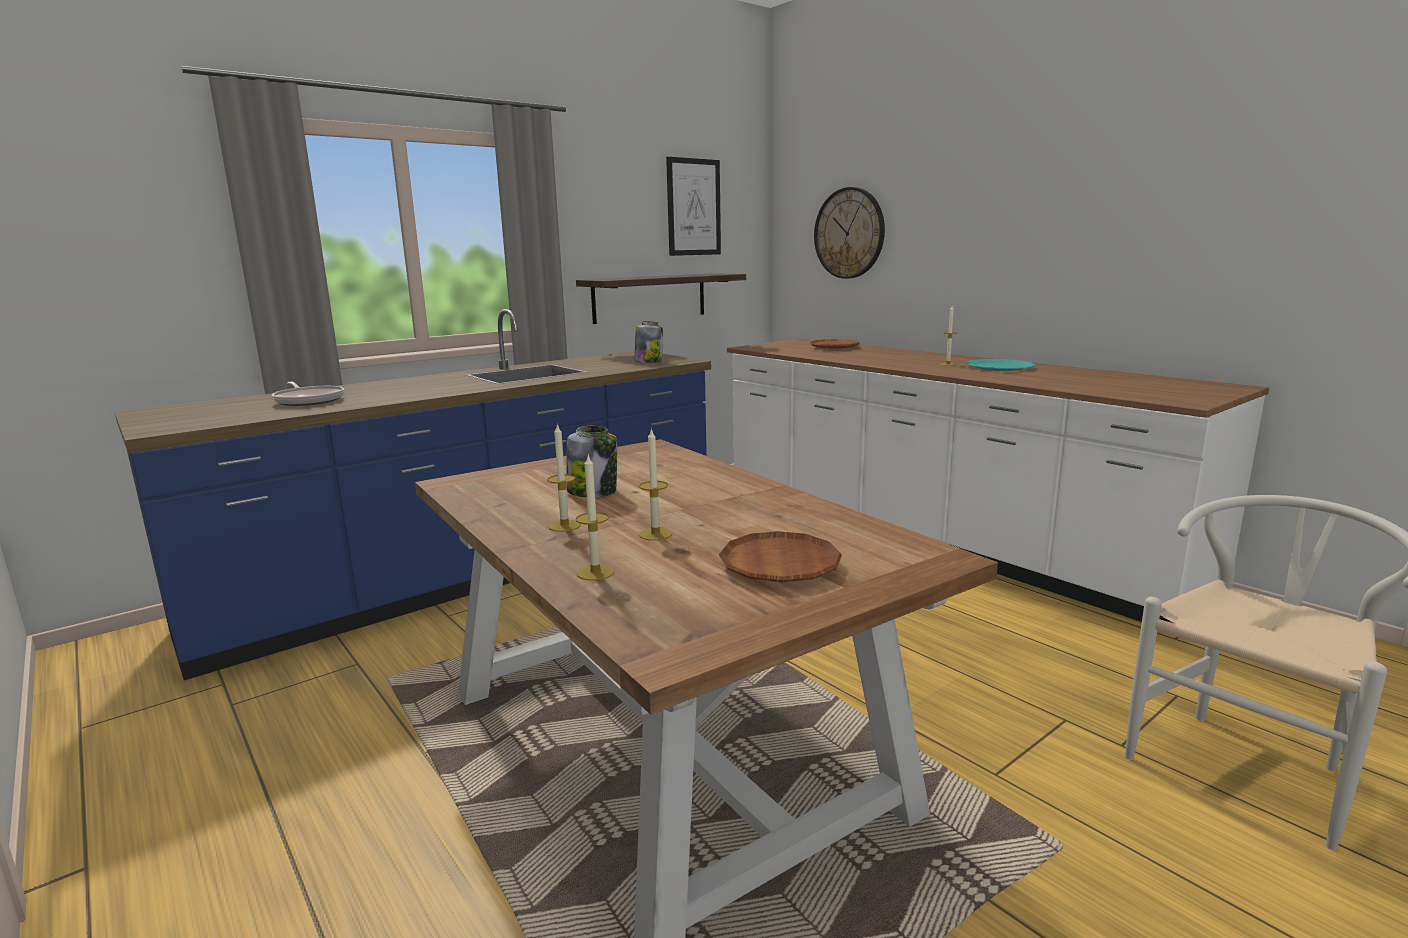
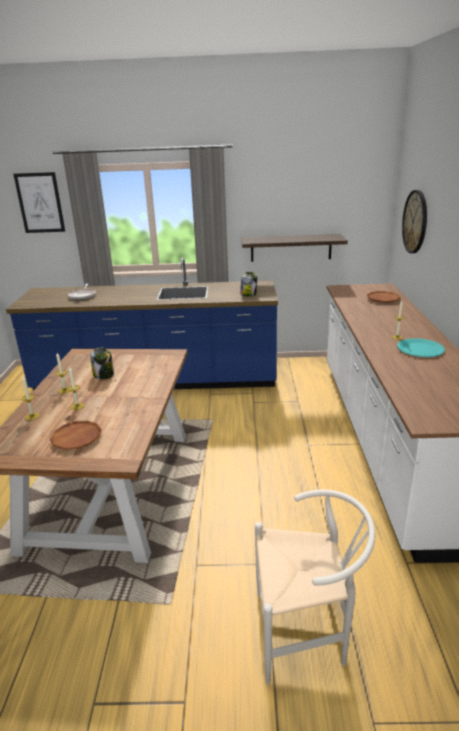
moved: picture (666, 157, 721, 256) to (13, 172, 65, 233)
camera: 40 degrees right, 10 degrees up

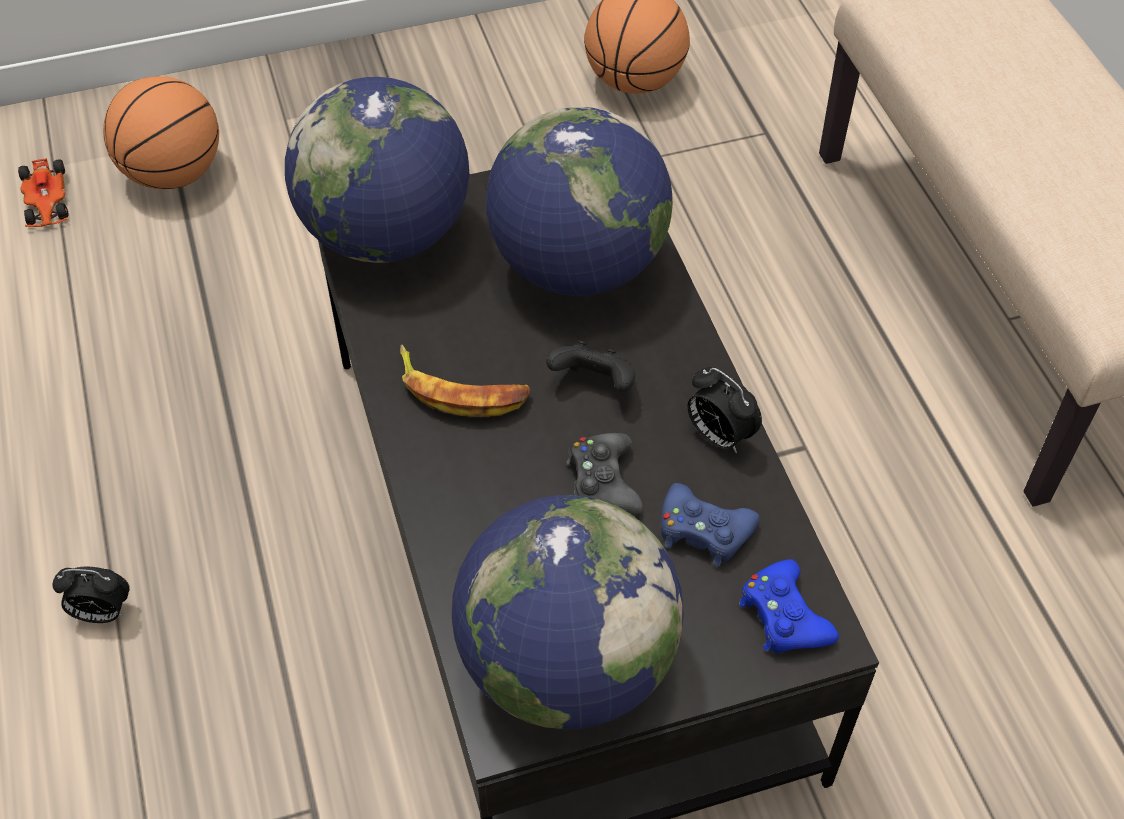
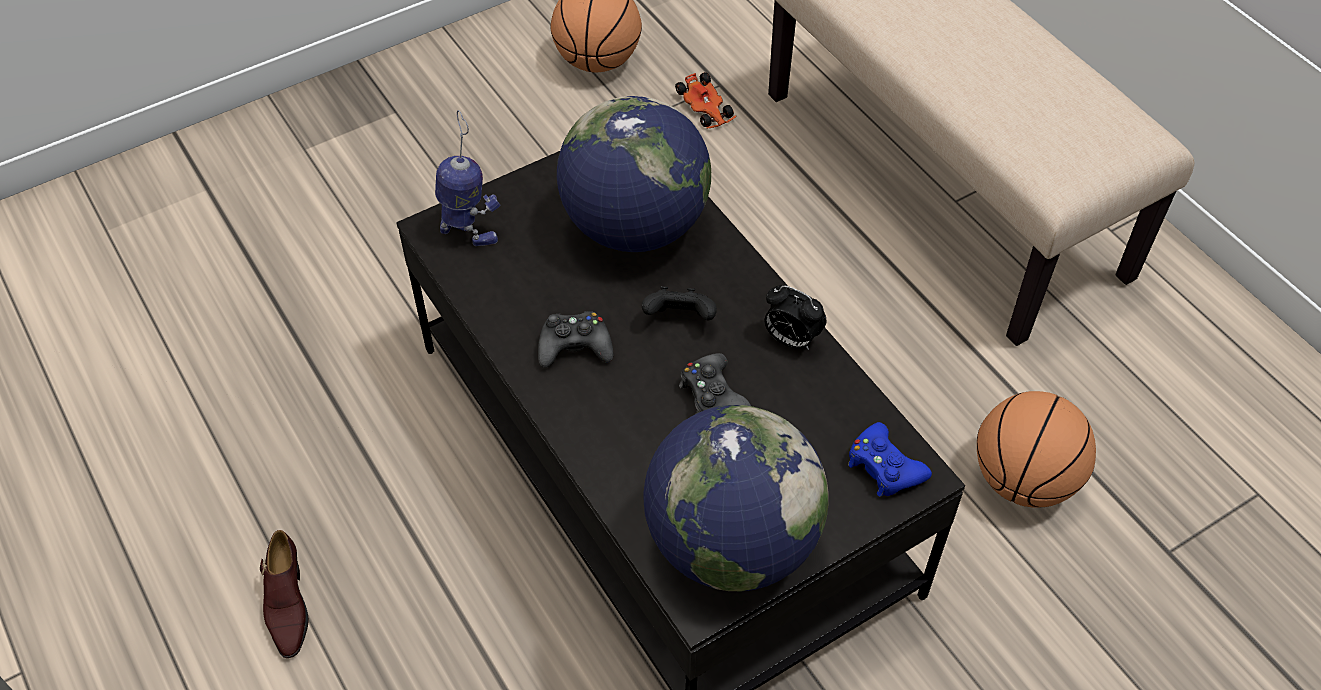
removed: blue game controller (661, 483, 760, 567)
moved: toy car (18, 158, 69, 227) to (675, 72, 737, 129); basketball (103, 76, 219, 189) to (977, 391, 1096, 508)
replaced: alarm clock (52, 566, 130, 623) to brown shoe (260, 530, 308, 658); globe (285, 77, 469, 263) to toy robot (435, 110, 500, 246); banana (400, 345, 531, 417) to black game controller (538, 311, 613, 368)
camera: 15 degrees left, 0 degrees up

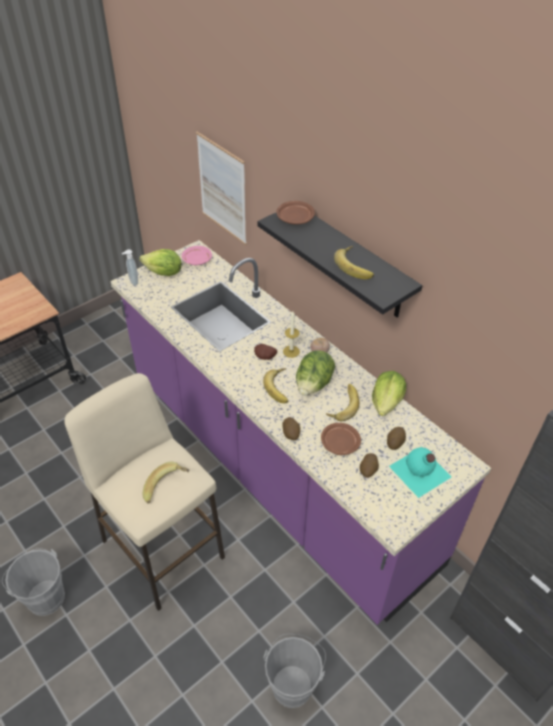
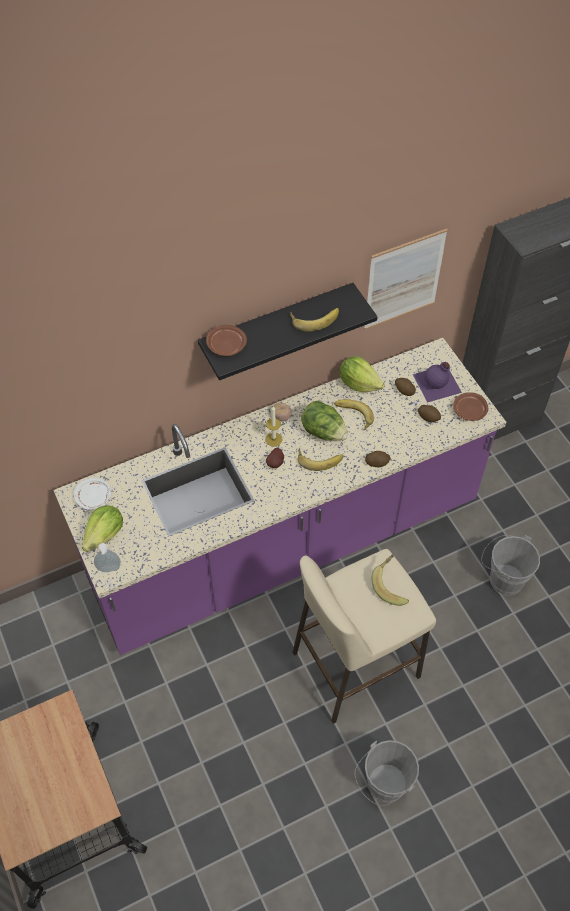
moved: picture (196, 132, 247, 245) to (364, 229, 448, 330); brown plate (321, 423, 361, 455) to (453, 392, 488, 421)
recoloured: pink plate (182, 246, 212, 265) to white plate (74, 478, 111, 510); turquoise bottle (389, 447, 452, 498) to purple bottle (413, 362, 462, 403)
camera: 75 degrees left, 10 degrees up

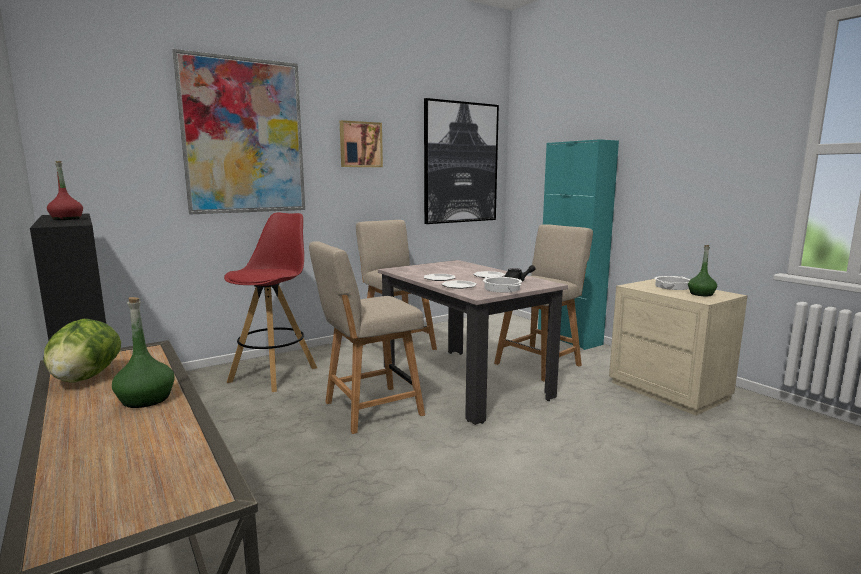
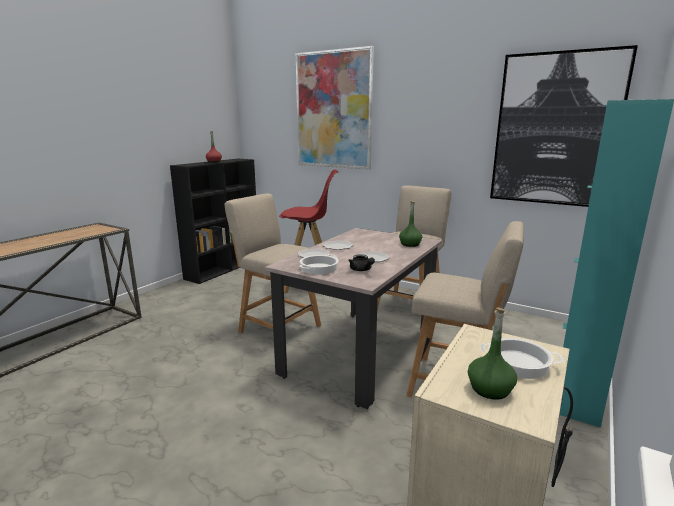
removed: lettuce (44, 319, 121, 382); picture (340, 120, 383, 167)
moved: green bottle (112, 297, 175, 408) to (399, 201, 422, 247)
camera: 65 degrees right, 5 degrees up

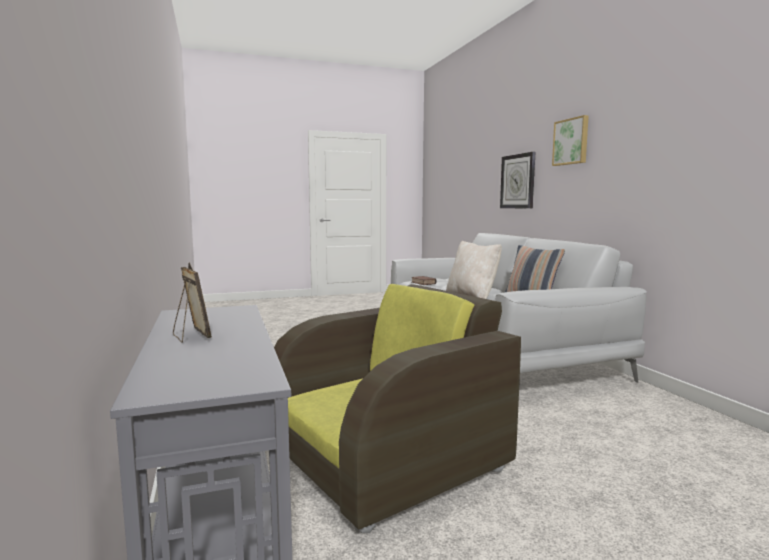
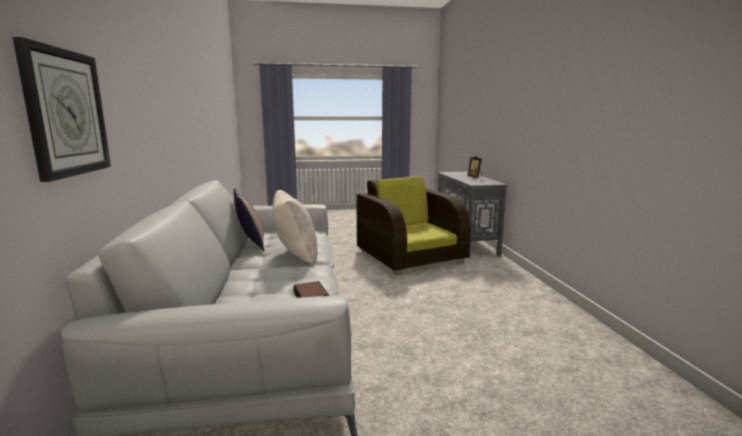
removed: picture (552, 115, 589, 166)
turned: brown armchair (274, 284, 521, 533) = (357, 177, 471, 274) 90 degrees clockwise
camera: 170 degrees left, 5 degrees up

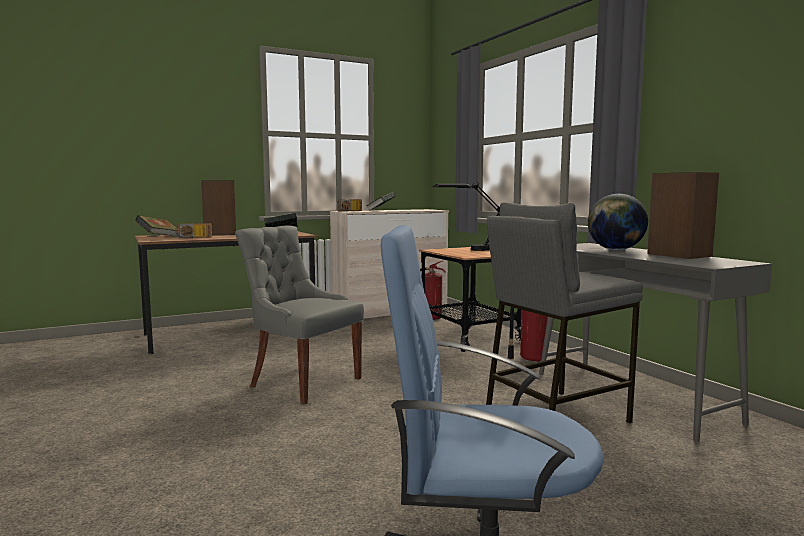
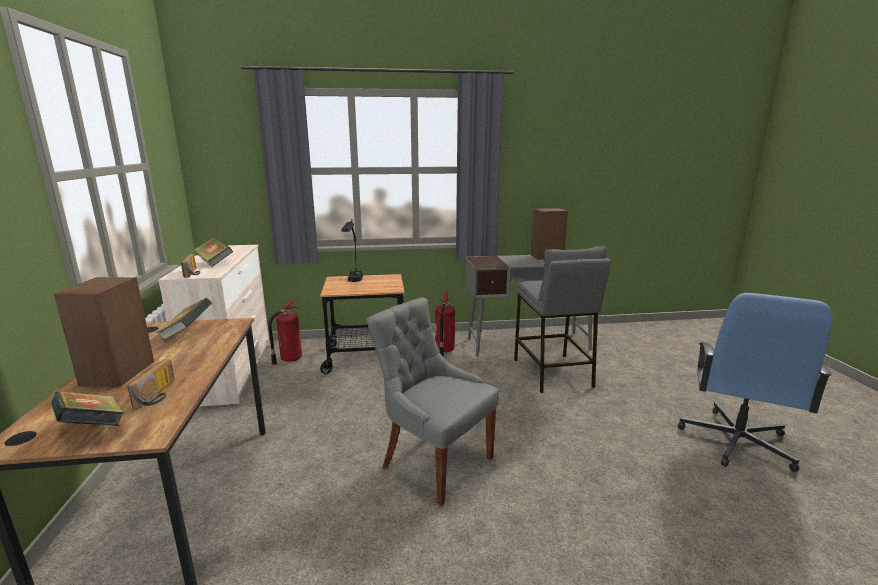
removed: globe (588, 194, 648, 250)
turned: grey chair (235, 225, 364, 404) = (366, 297, 499, 506) 75 degrees clockwise
camera: 70 degrees left, 10 degrees up

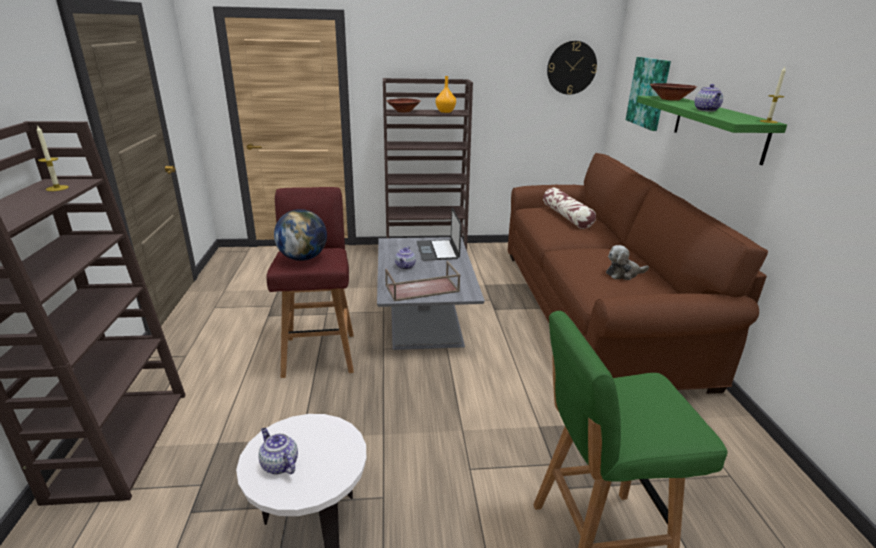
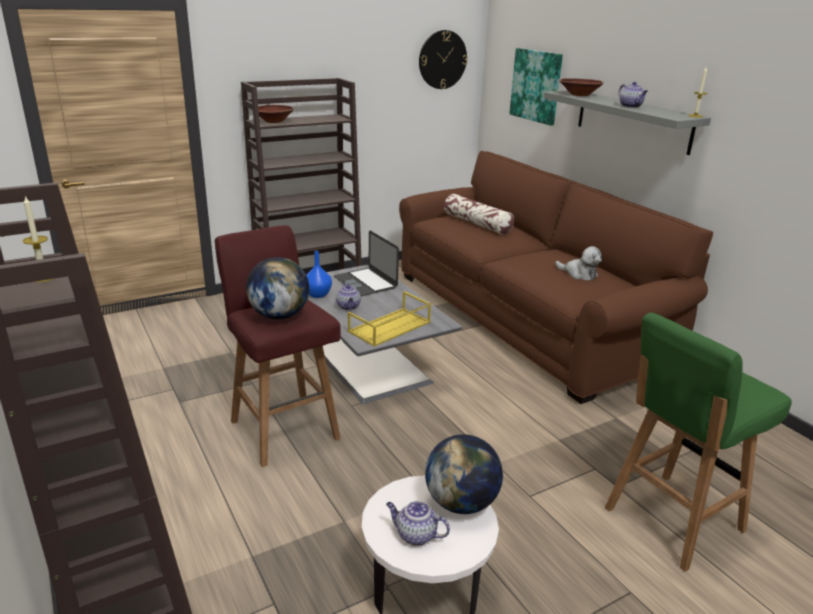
removed: orange vase (436, 76, 456, 113)
added: blue vase (306, 251, 332, 298); globe (425, 434, 503, 514)
recoloured: brown tray (385, 261, 460, 302) to yellow tray (348, 291, 431, 347); green shelf (637, 96, 787, 165) to grey shelf (544, 91, 711, 155)
turned: plush toy (606, 245, 649, 280) = (555, 246, 602, 280) 105 degrees counterclockwise
camera: 25 degrees left, 0 degrees up

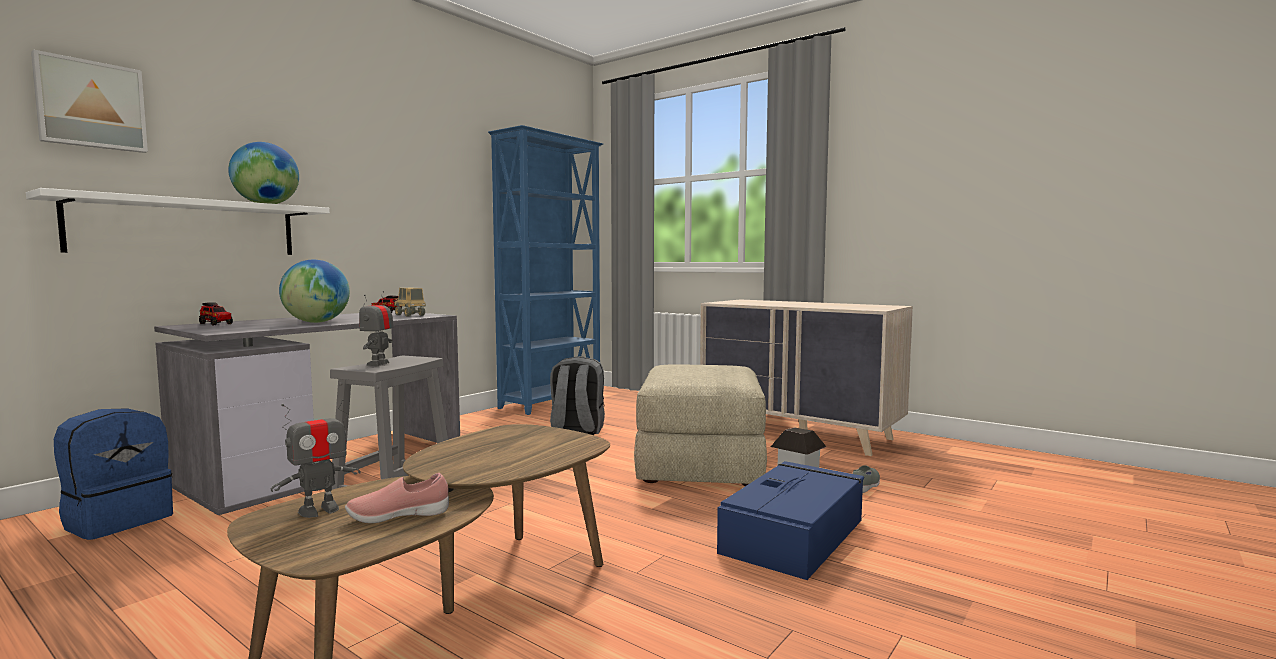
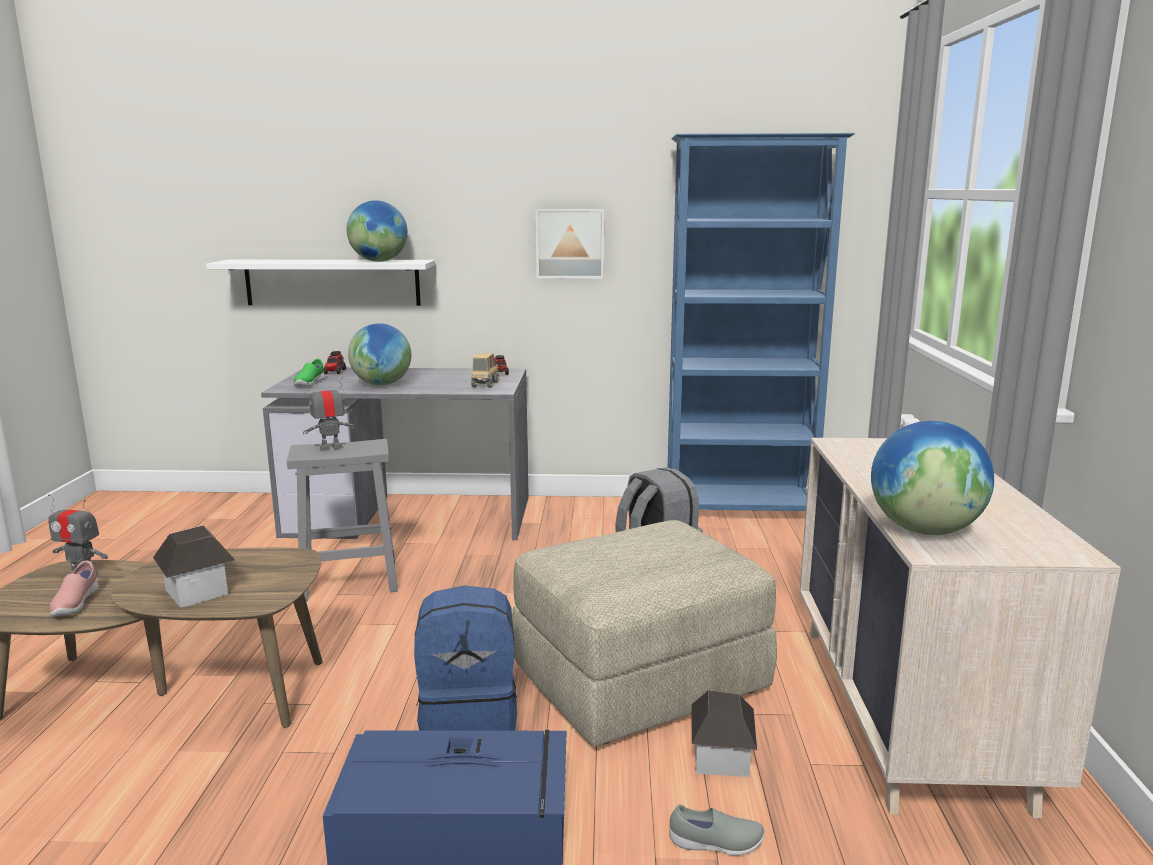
added: toy house (153, 525, 235, 608); green shoe (294, 359, 325, 387); globe (871, 421, 994, 535)
moved: blue backpack (54, 408, 173, 540) to (414, 585, 517, 731); picture (31, 50, 148, 153) to (535, 209, 604, 279)
turned: pink shoe (345, 473, 449, 523) = (50, 561, 99, 617) 135 degrees counterclockwise
camera: 55 degrees right, 10 degrees up

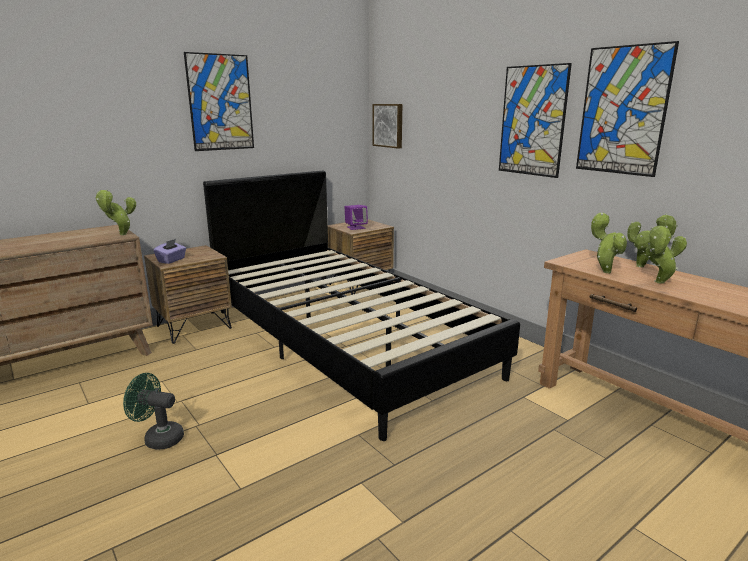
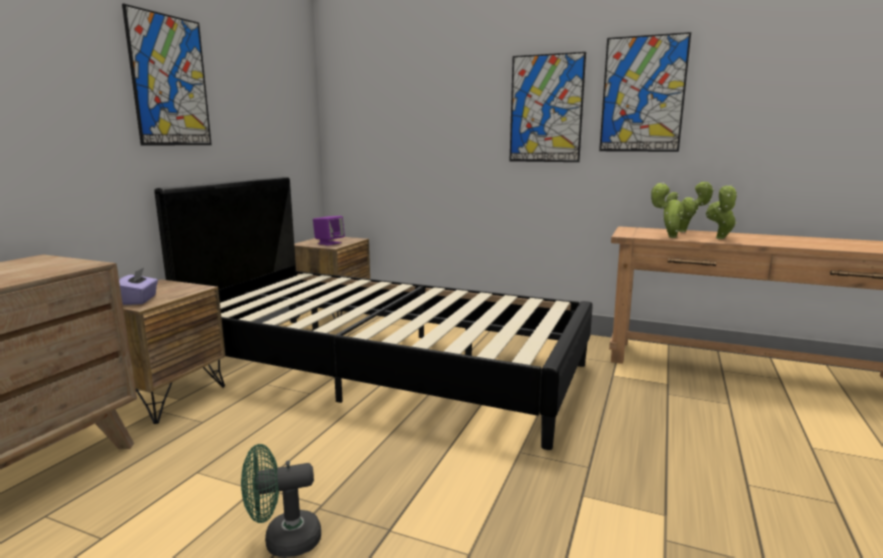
removed: potted plant (96, 190, 136, 235); picture (372, 104, 402, 148)
camera: 30 degrees left, 5 degrees down

